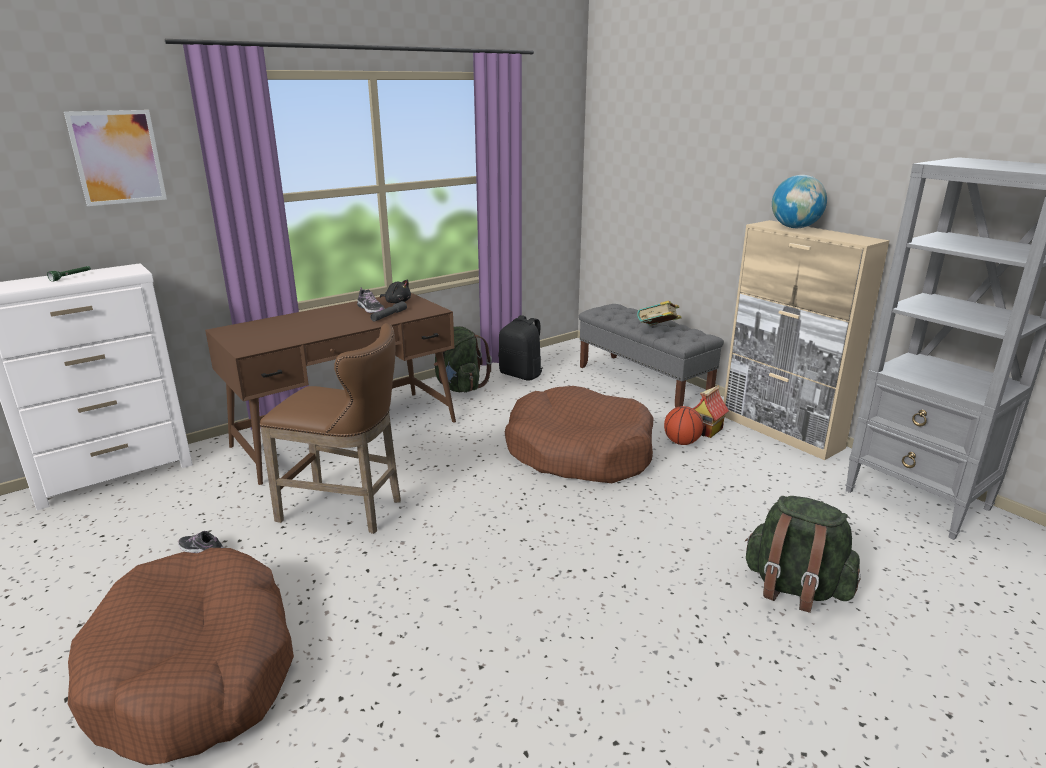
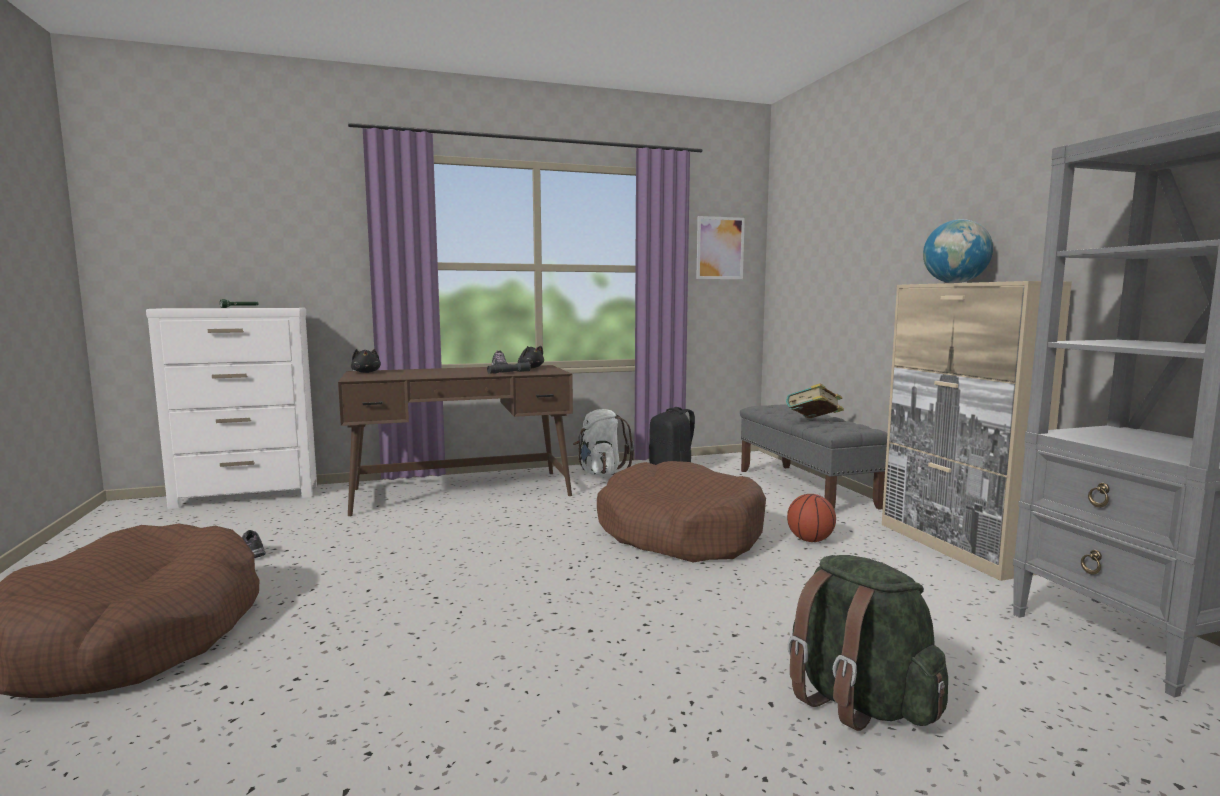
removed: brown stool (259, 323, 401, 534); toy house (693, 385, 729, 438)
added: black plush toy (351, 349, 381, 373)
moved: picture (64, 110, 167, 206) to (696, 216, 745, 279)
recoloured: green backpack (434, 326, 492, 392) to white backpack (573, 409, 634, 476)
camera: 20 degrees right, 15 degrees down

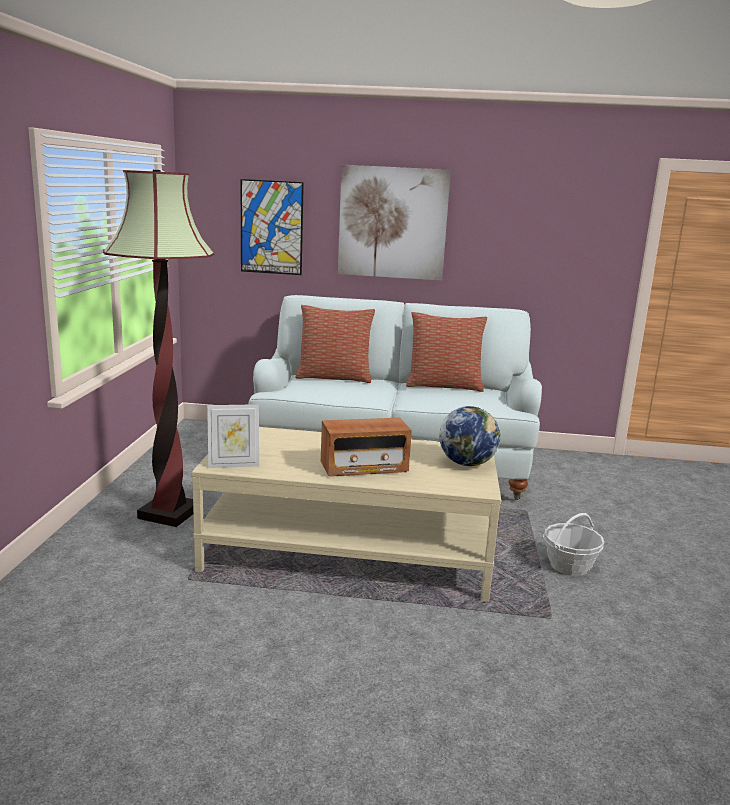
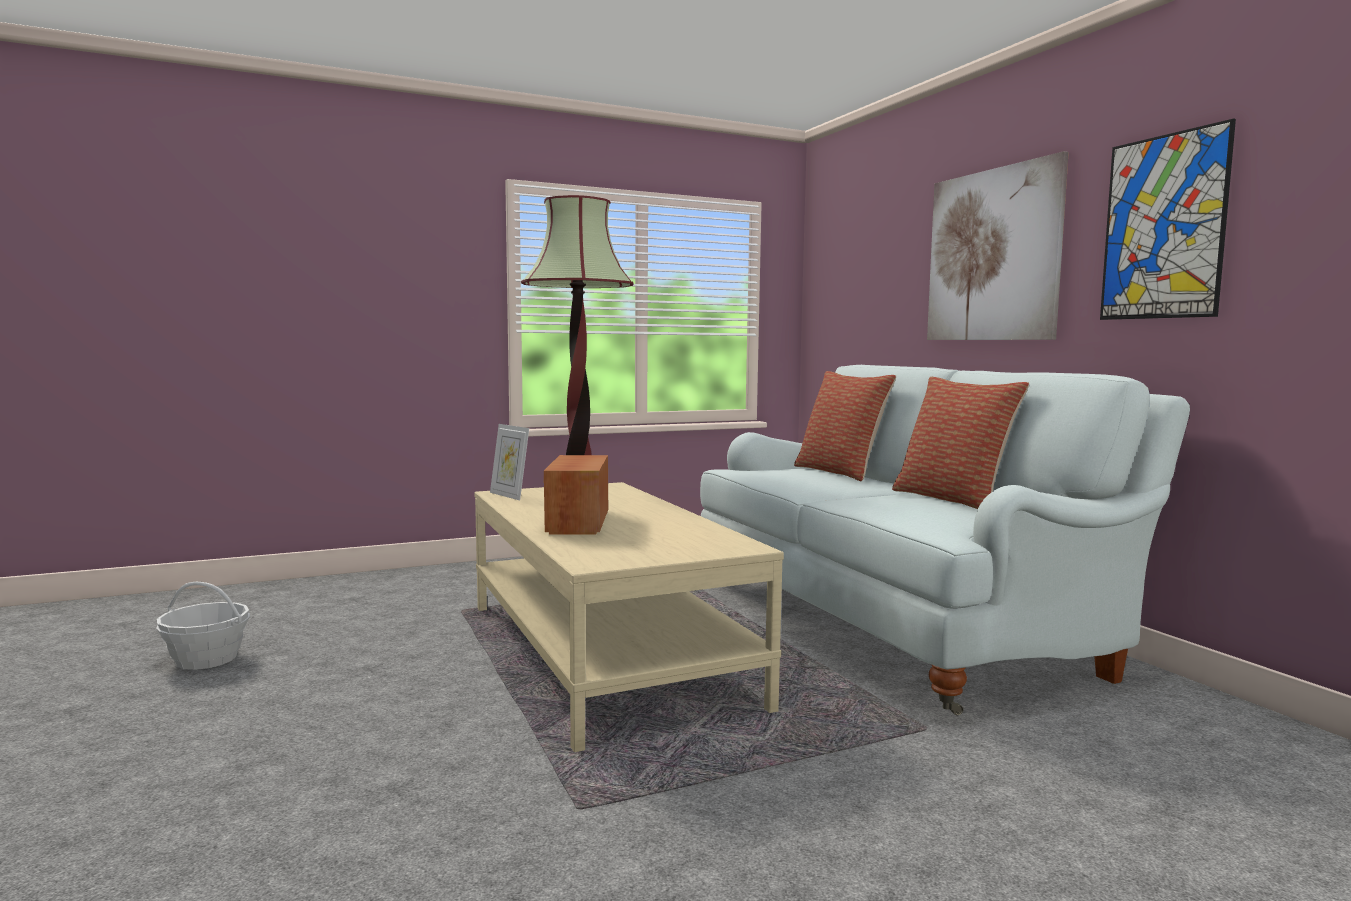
removed: globe (439, 406, 500, 466)
moved: basket (543, 513, 604, 576) to (156, 582, 250, 670); picture (241, 179, 304, 275) to (1100, 118, 1236, 320)
turned: radio (321, 418, 412, 477) = (544, 455, 608, 535) 45 degrees clockwise
camera: 60 degrees right, 10 degrees down

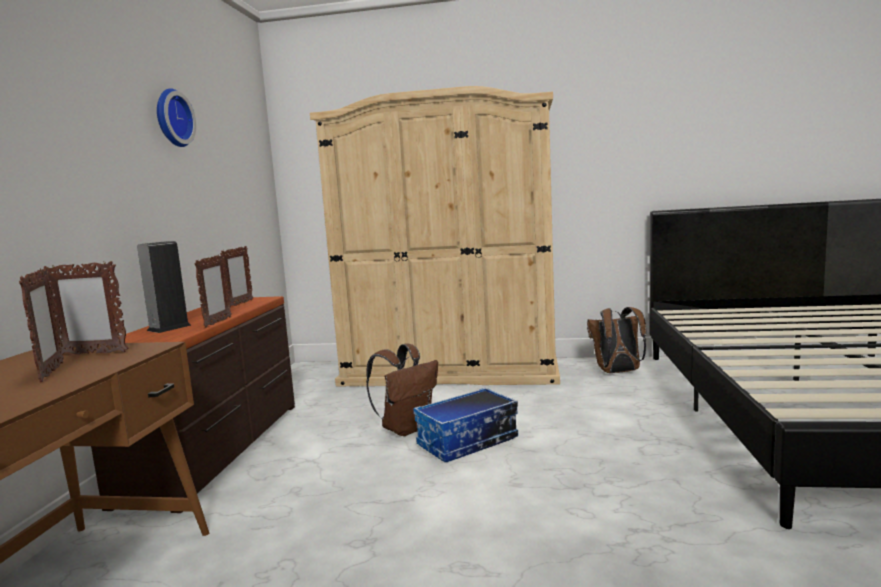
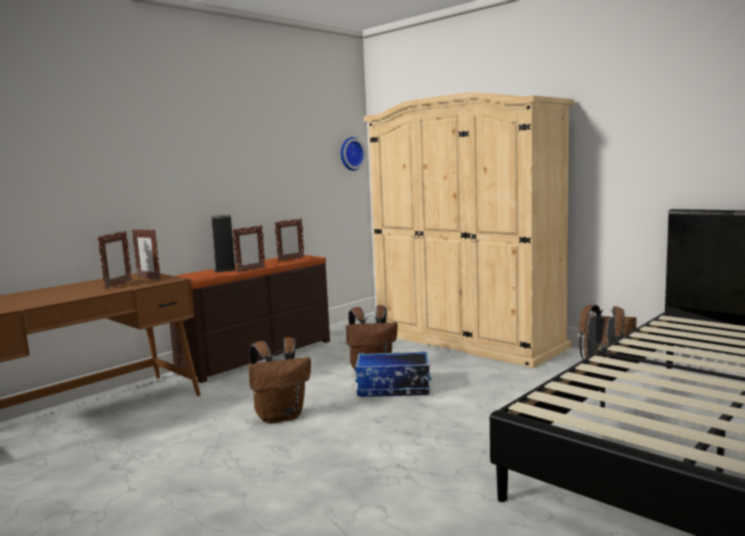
added: brown backpack (248, 337, 311, 424)
moved: wall clock (157, 88, 196, 147) to (341, 137, 366, 171)
camera: 35 degrees right, 0 degrees up

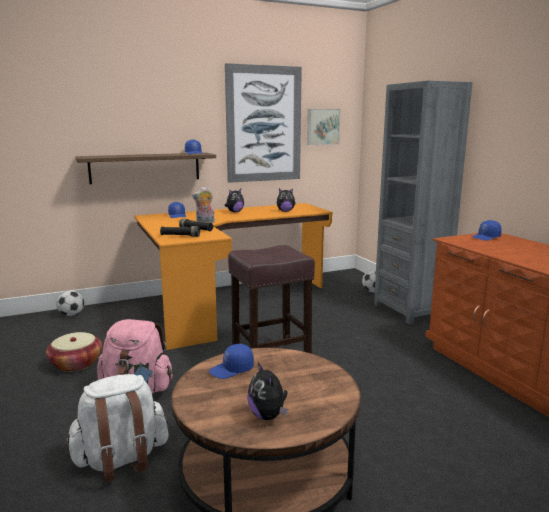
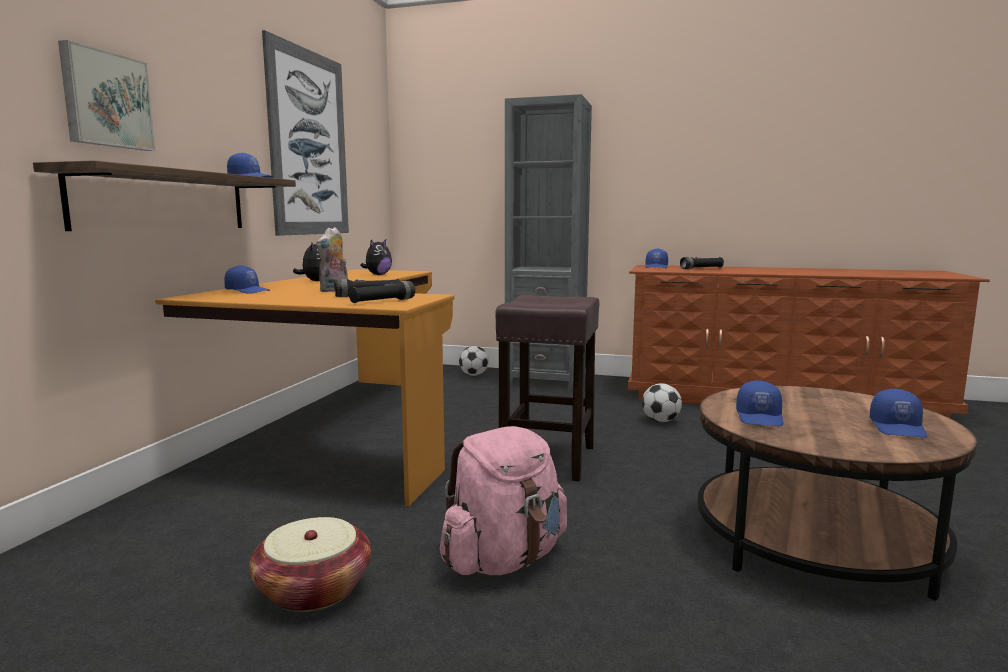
removed: white backpack (64, 374, 169, 482)
added: black flashlight (680, 257, 724, 269)
moved: picture (307, 109, 340, 145) to (58, 40, 155, 151); football (56, 291, 84, 316) to (642, 383, 682, 422)
replaced: plush toy (247, 362, 288, 420) to blue cap (870, 389, 927, 438)
camera: 50 degrees left, 5 degrees down

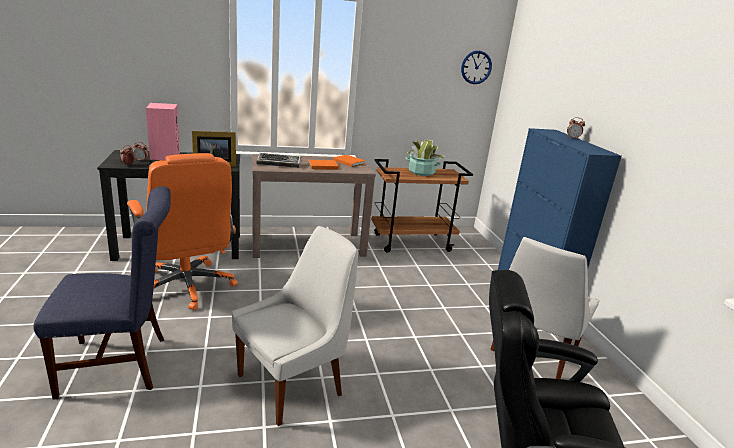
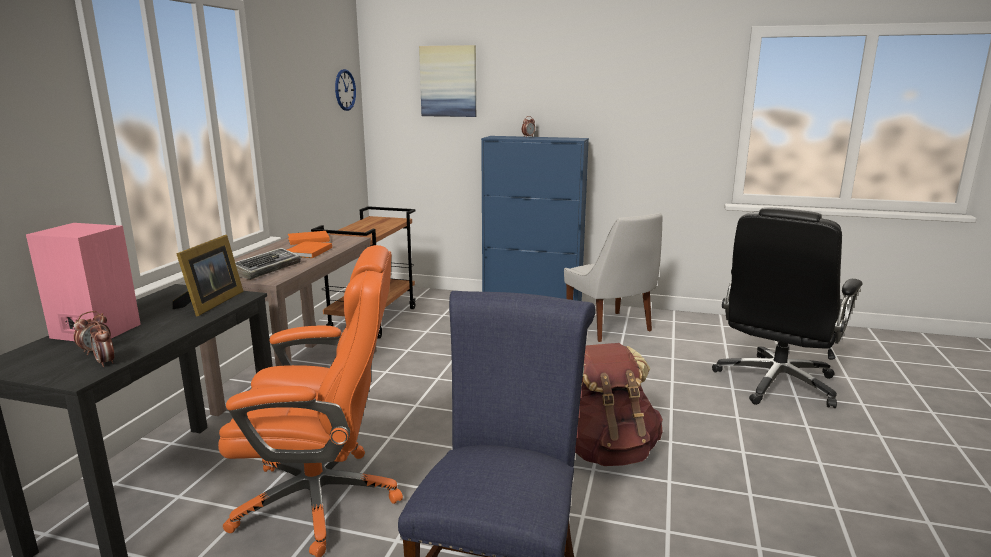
removed: potted plant (405, 139, 445, 176)
added: picture (419, 45, 476, 117)
replaced: white chair (232, 226, 358, 426) to brown backpack (575, 343, 663, 466)
camera: 60 degrees left, 5 degrees down

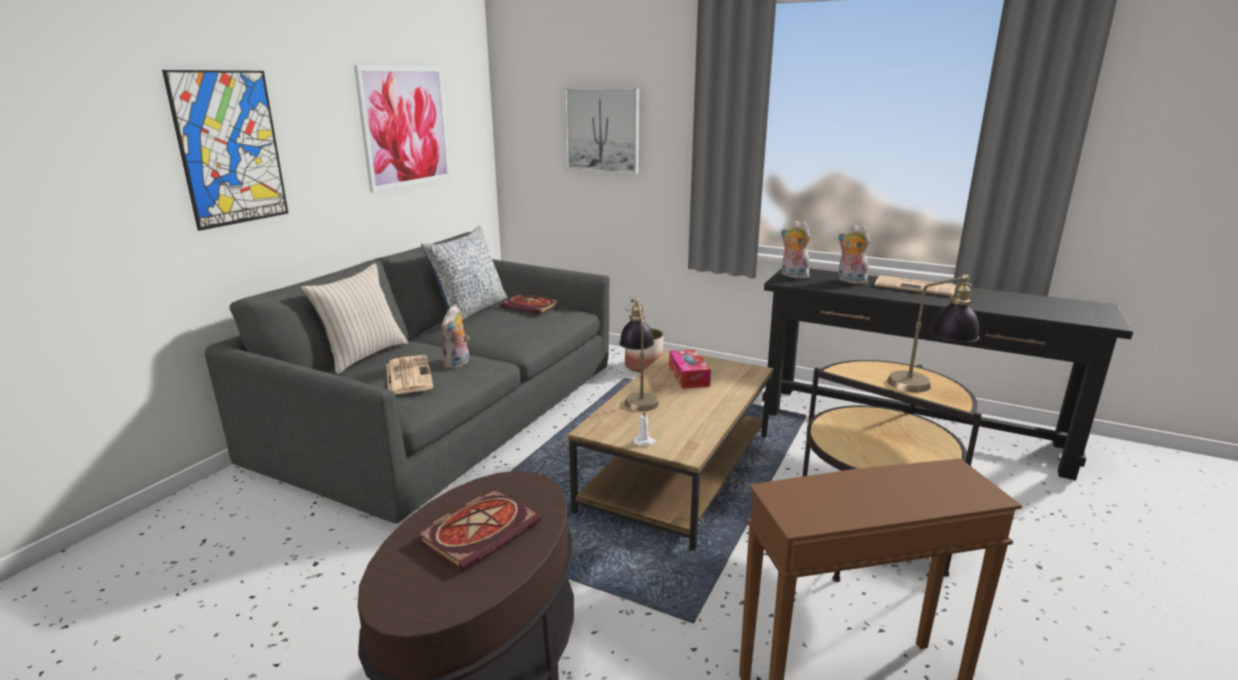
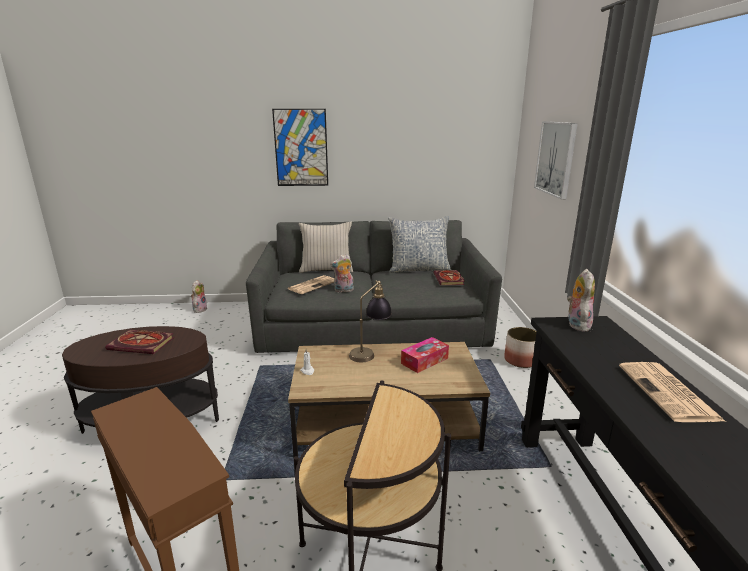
removed: picture (354, 65, 451, 192); table lamp (887, 274, 981, 392)
moved: plush toy (838, 225, 870, 284) to (191, 280, 208, 313)
camera: 60 degrees right, 0 degrees up

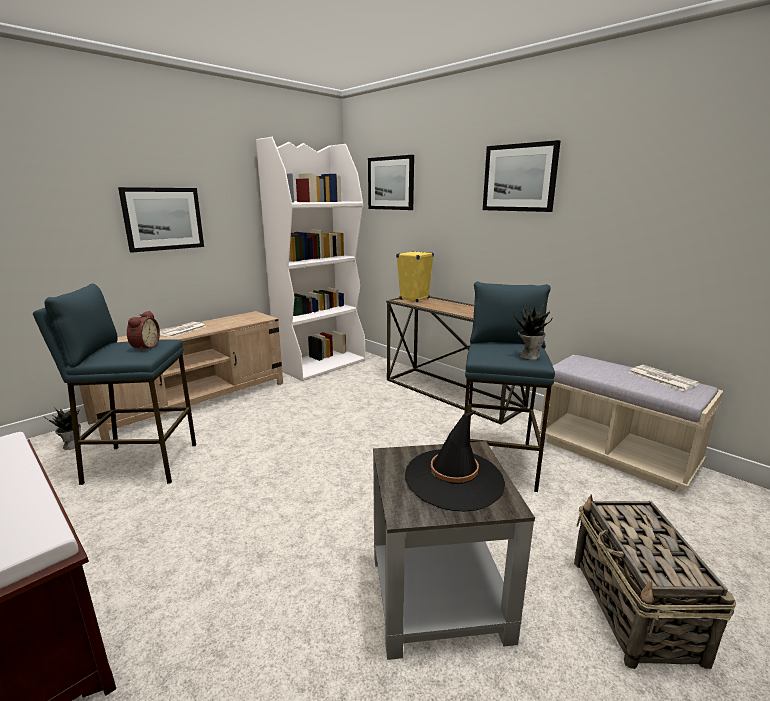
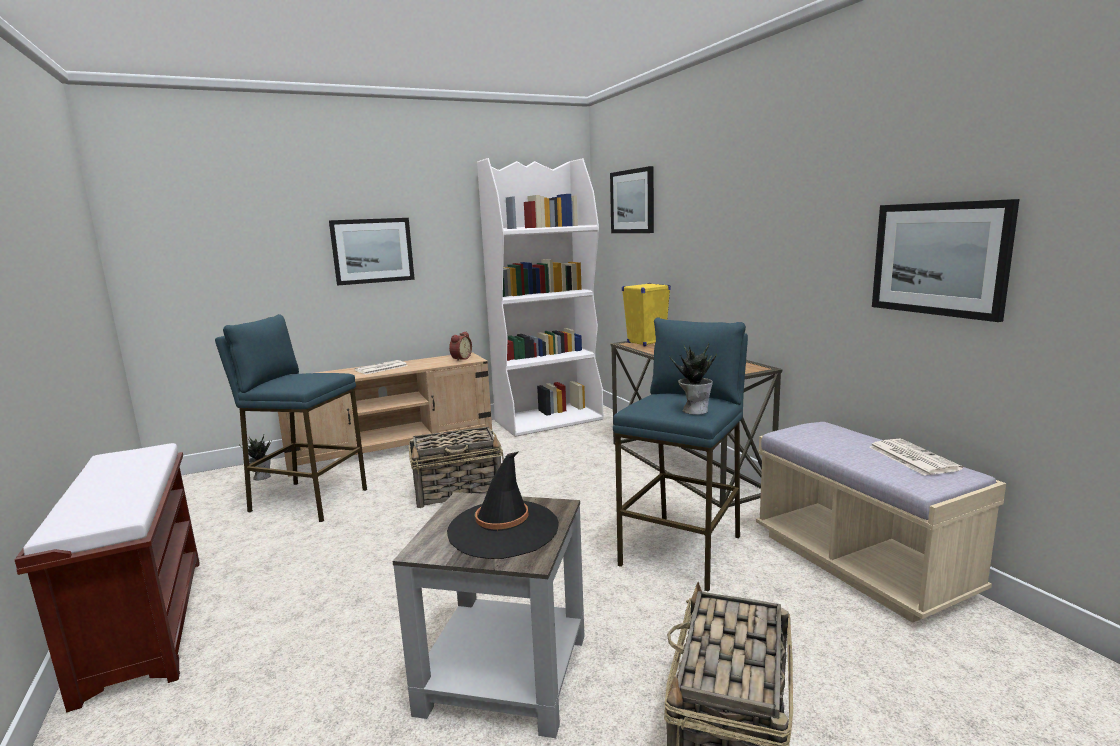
added: basket (409, 427, 504, 508)
moved: alarm clock (127, 311, 160, 352) to (449, 332, 472, 361); picture (483, 140, 560, 212) to (872, 199, 1020, 322)
camera: 20 degrees right, 5 degrees down

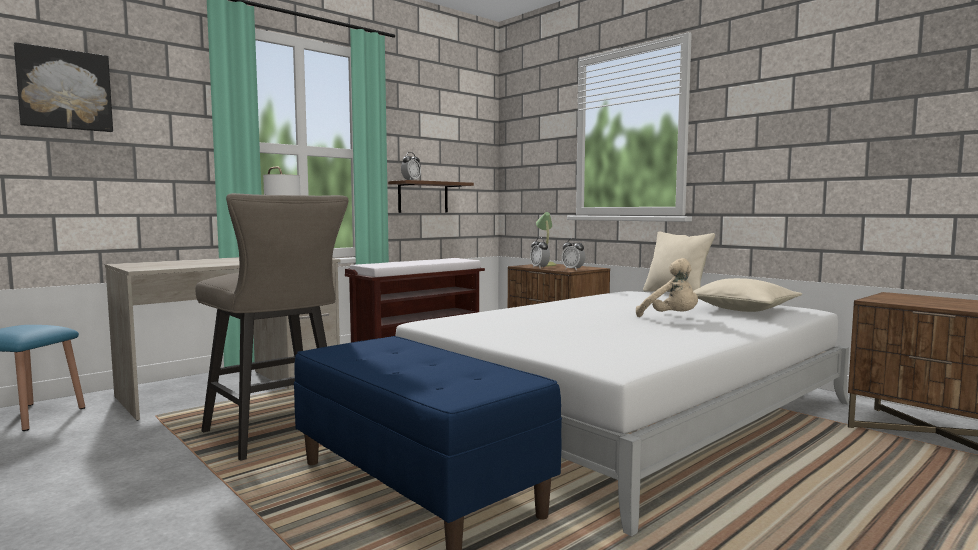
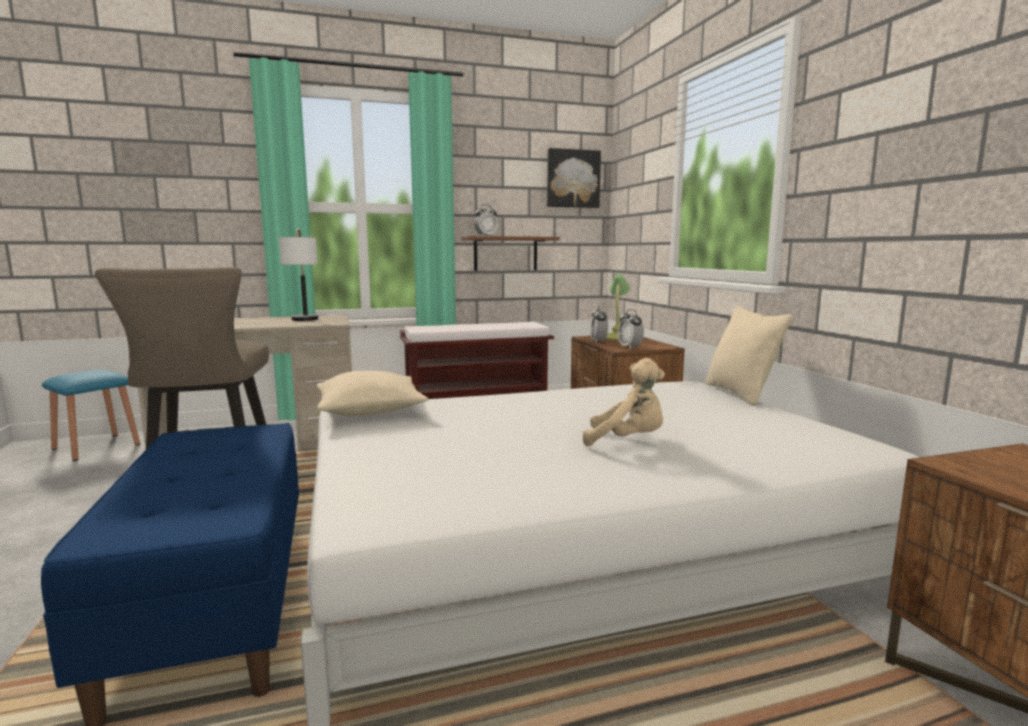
moved: beige pillow (693, 278, 802, 312) to (317, 371, 429, 416); picture (14, 42, 113, 132) to (547, 148, 601, 208)
turned: beige plush toy (636, 258, 698, 317) = (583, 358, 665, 446) 60 degrees counterclockwise
camera: 25 degrees right, 5 degrees up

